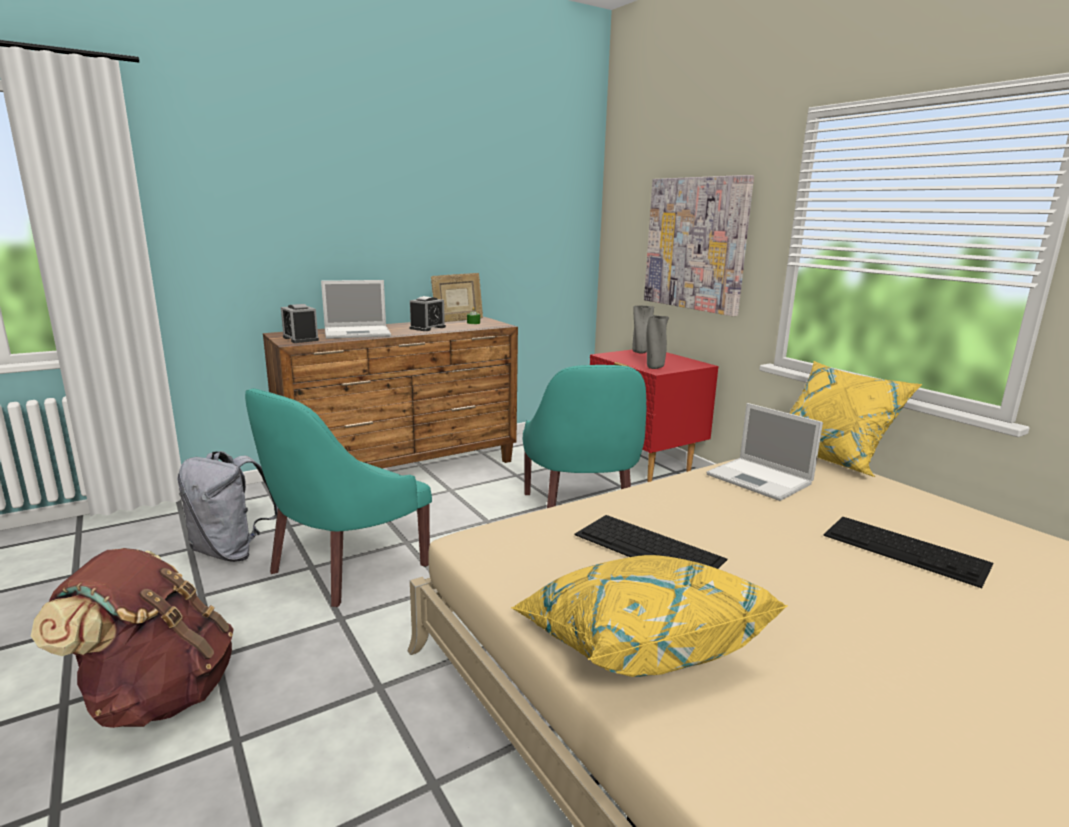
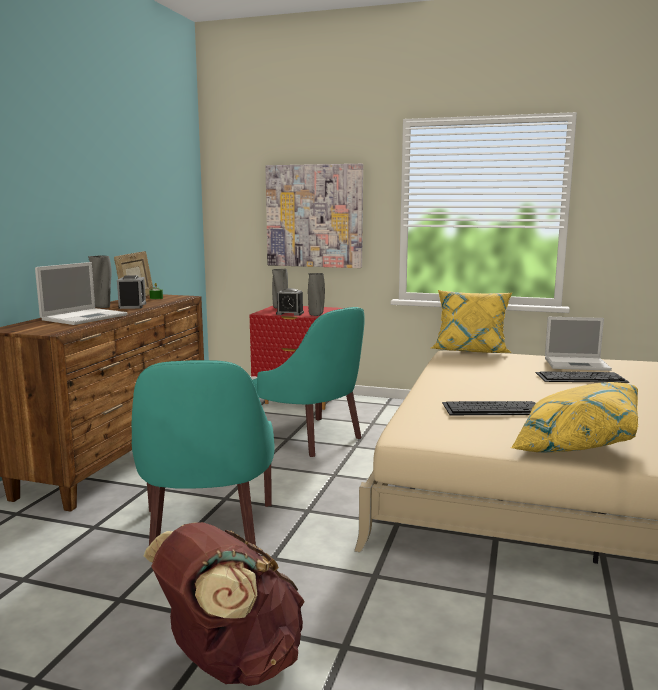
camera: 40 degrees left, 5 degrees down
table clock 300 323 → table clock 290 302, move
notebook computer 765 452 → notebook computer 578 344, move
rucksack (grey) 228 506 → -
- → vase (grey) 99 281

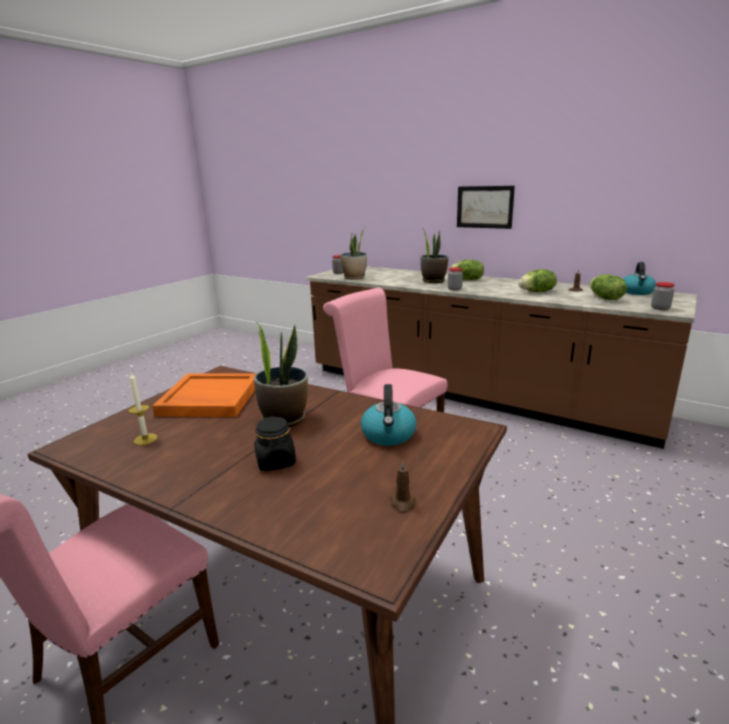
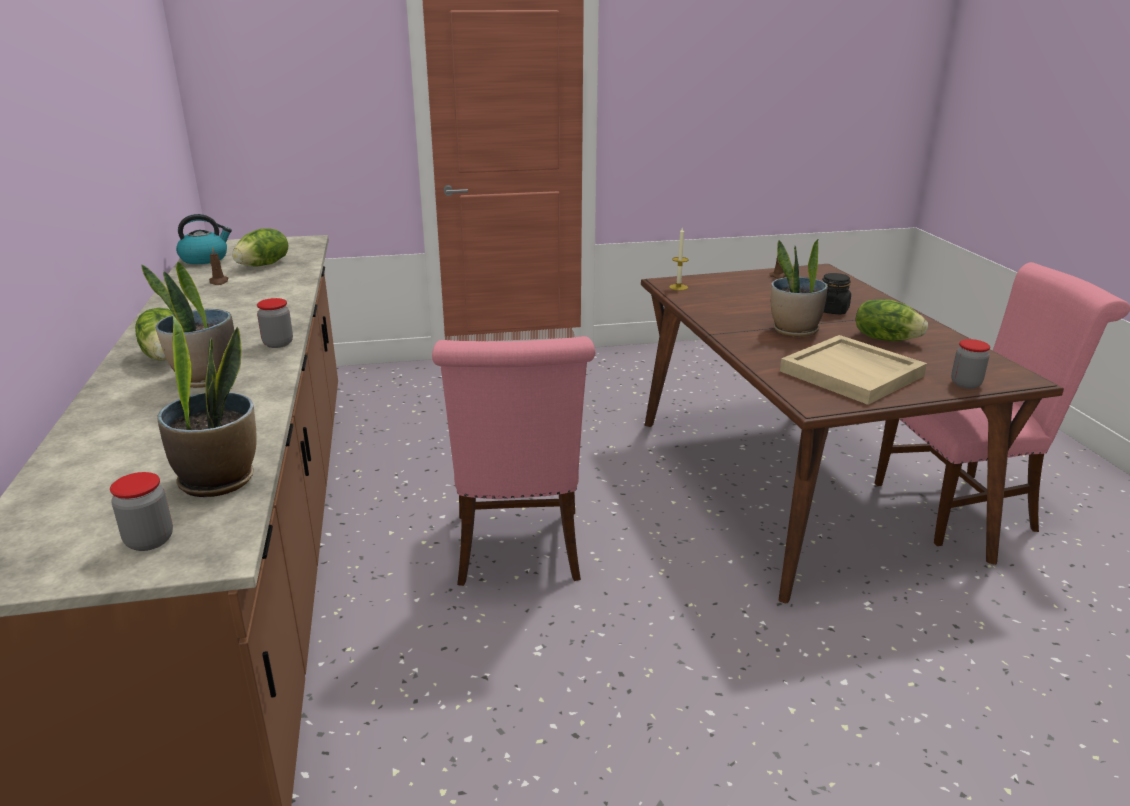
camera: 135 degrees left, 5 degrees up
wall picture 486 207 → -
head of lettuce 537 280 → head of lettuce 892 320, move
jar 663 296 → jar 970 364, move
wax candle 143 409 → wax candle 679 259, move
tray (orangey) 204 395 → tray (beige-coloured) 853 370
water kettle 389 415 → -

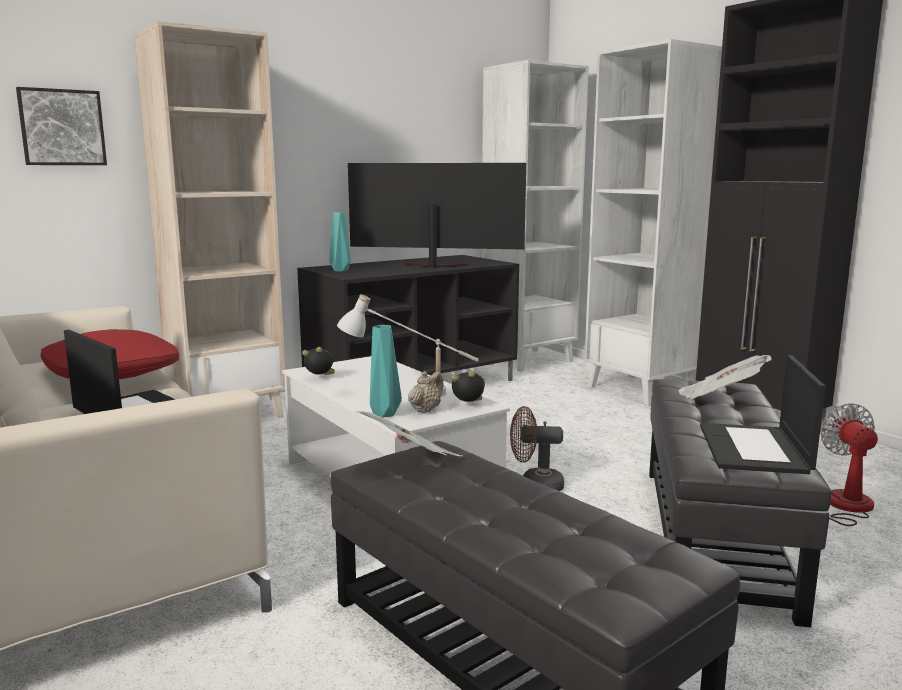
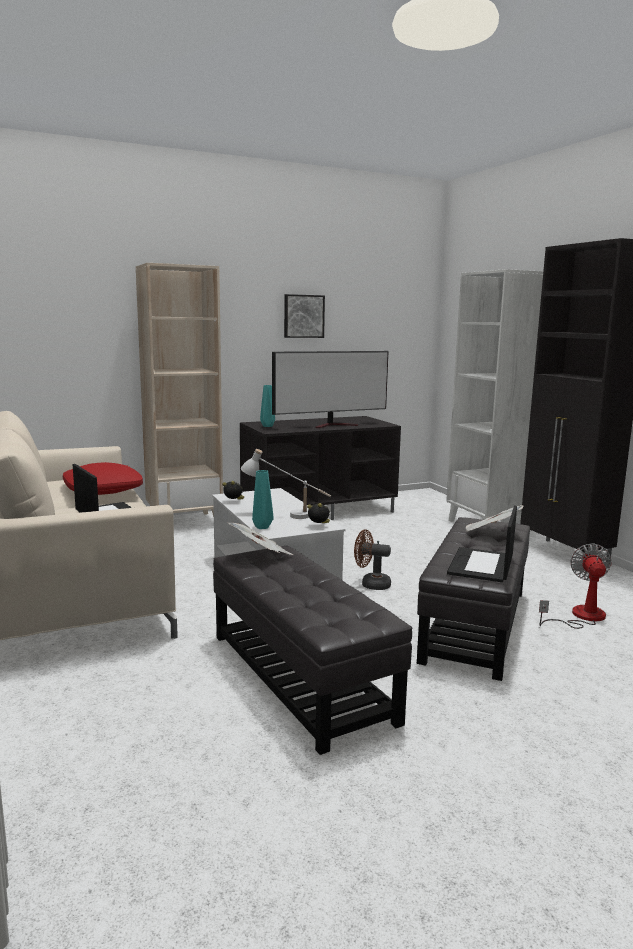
camera: 10 degrees right, 0 degrees up
bookshelf (white-coloured) 535 216 → -
wall picture 61 126 → wall picture 304 316, move
television 437 215 → television 330 389, 135 degrees clockwise
teapot (beige-coloured) 426 392 → -

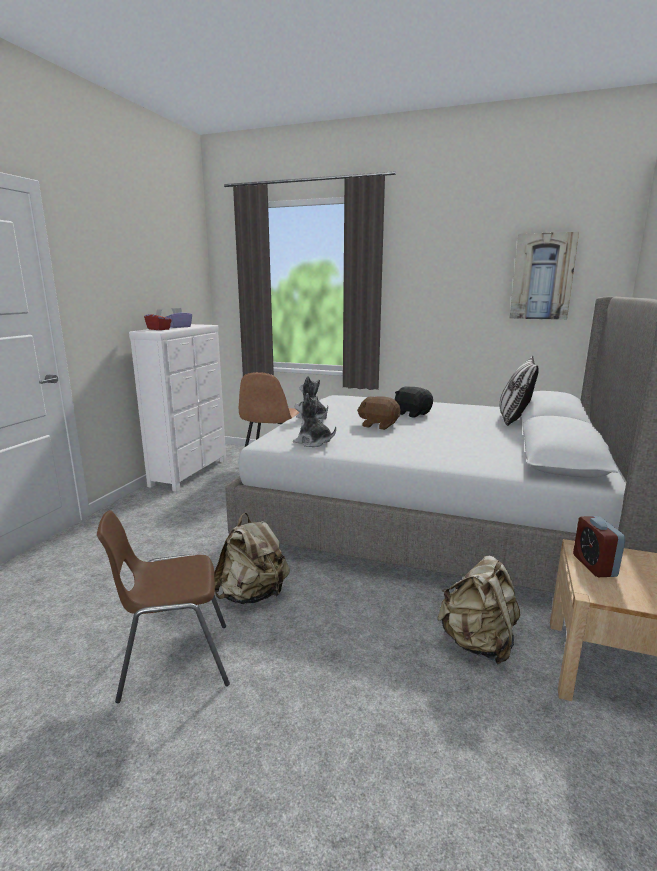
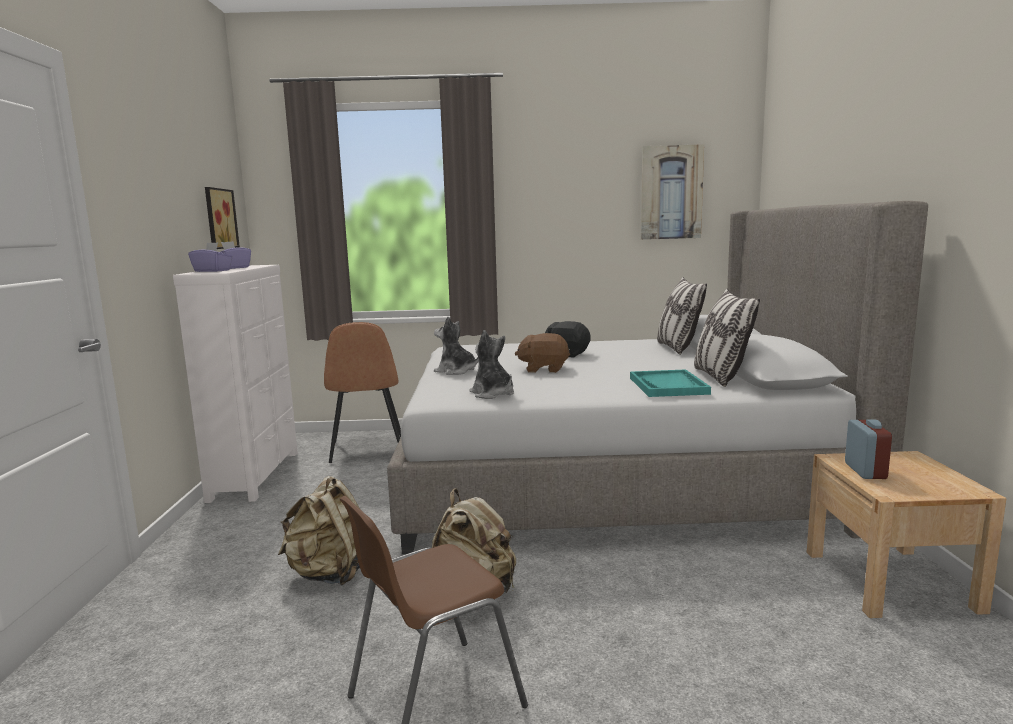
camera: 20 degrees left, 5 degrees down
box of tissues (reddish) 158 319 → box of tissues (purple) 210 257
cuddly toy 314 420 → cuddly toy 491 364, 45 degrees clockwise
table clock 599 546 → table clock 868 449, 150 degrees counterclockwise
rucksack (beige-coloured) 478 610 → rucksack (beige-coloured) 319 530, move
- → wall picture 222 218
- → cushion 727 338
- → tray (blue-green) 670 383

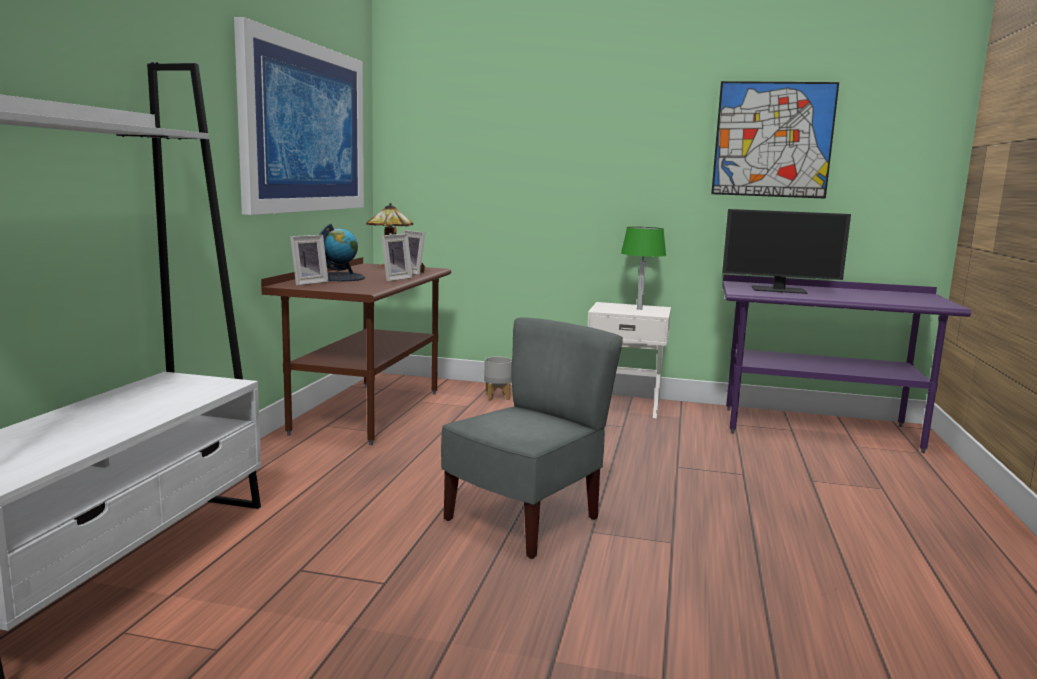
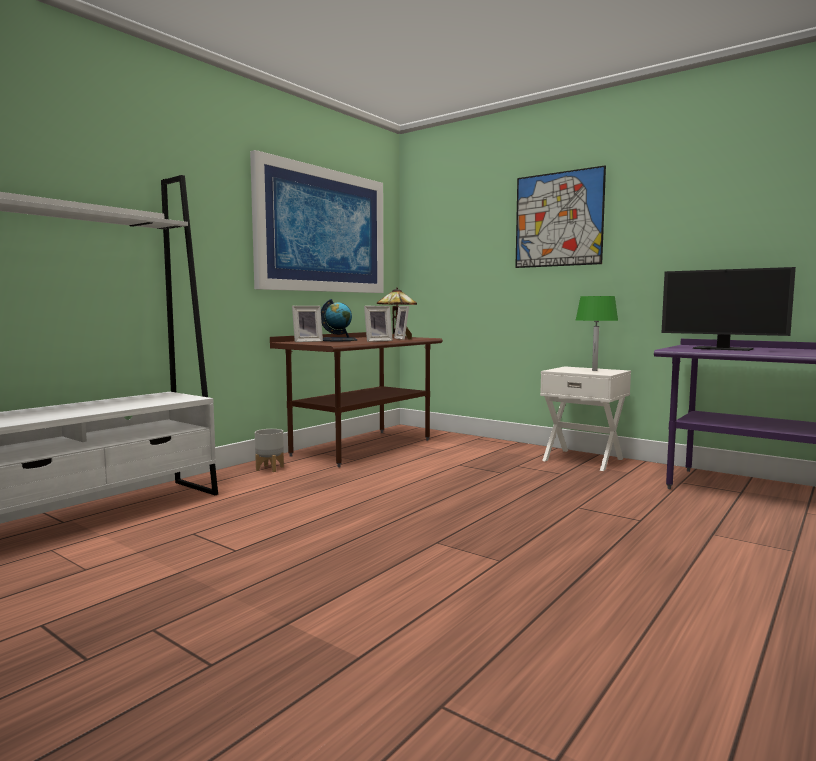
camera: 25 degrees right, 5 degrees down
wall picture 775 140 → wall picture 560 216, move
upright chair (grey) 532 438 → -
plant pot (grey) 498 379 → plant pot (grey) 269 450, move

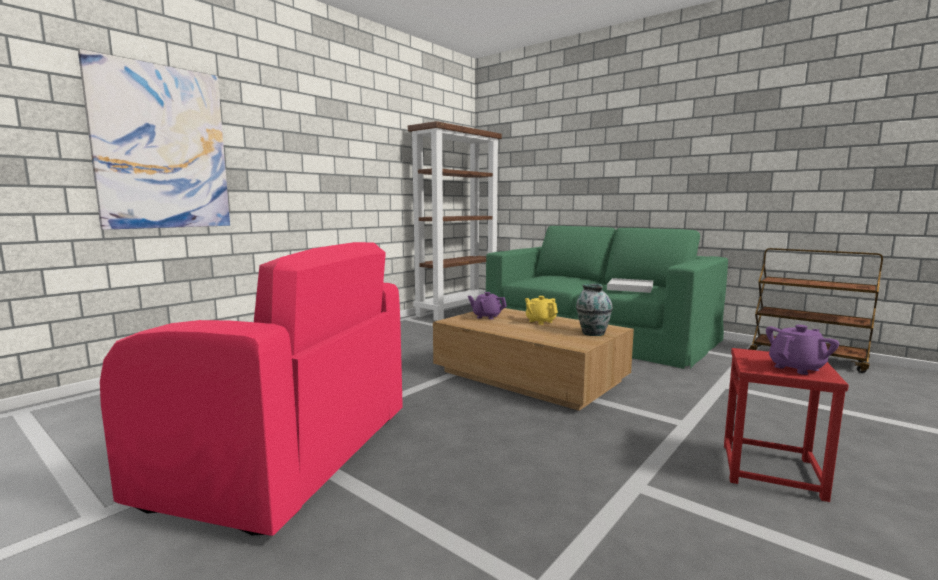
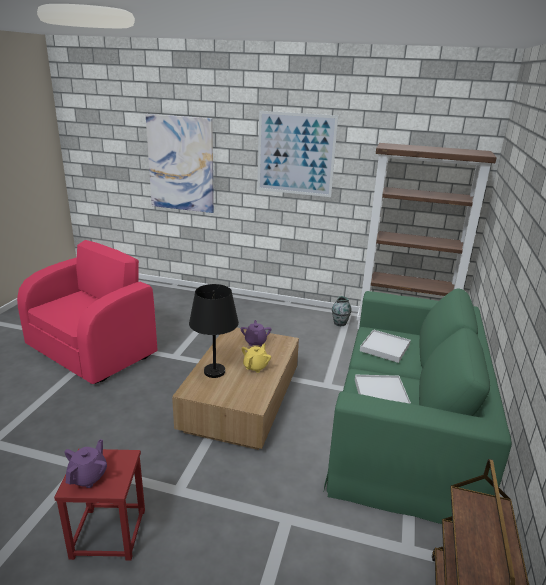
camera: 65 degrees right, 15 degrees up
lounge chair (pink) 251 389 → lounge chair (pink) 87 312, 135 degrees counterclockwise
vase 594 309 → vase 341 311, move
teapot (purple) 802 350 → teapot (purple) 86 463, 105 degrees counterclockwise
- → wall picture 297 154
- → lamp for a table (black) 214 331
- → tray (white-coloured) 385 346

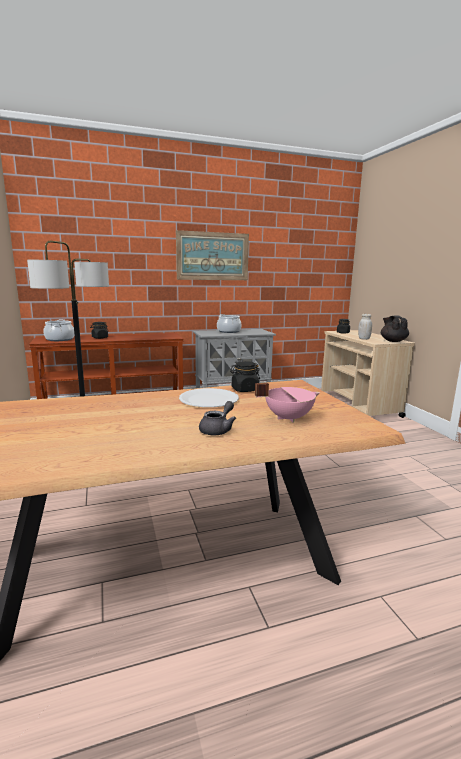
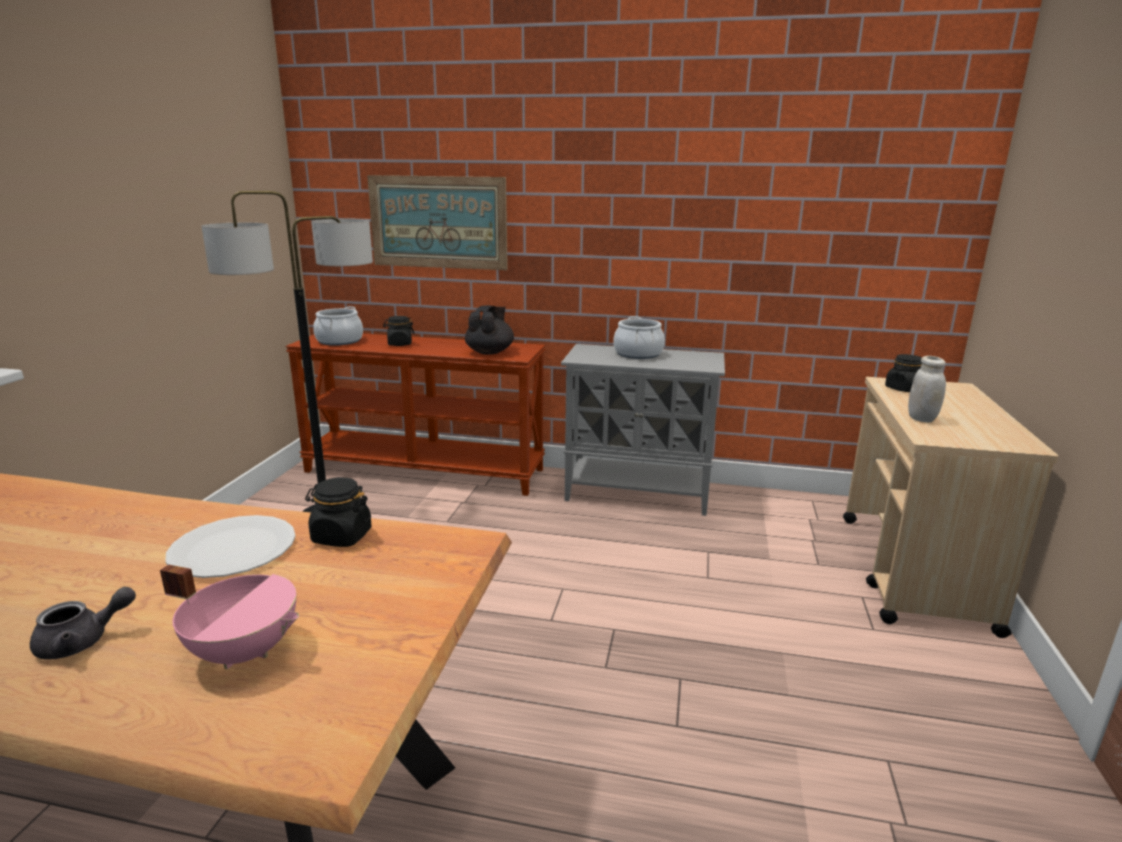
camera: 30 degrees right, 5 degrees up
wall picture 212 255 → wall picture 437 222, move
teapot (black) 395 328 → teapot (black) 489 330, move

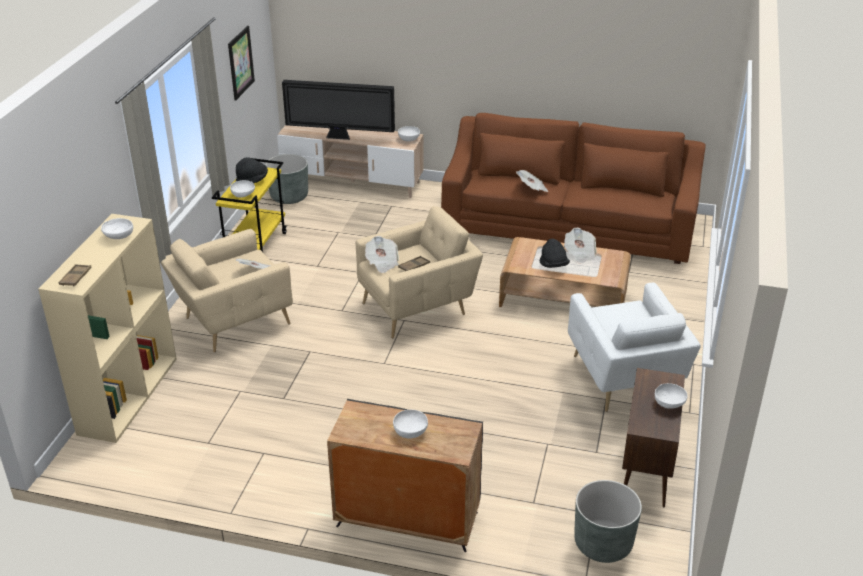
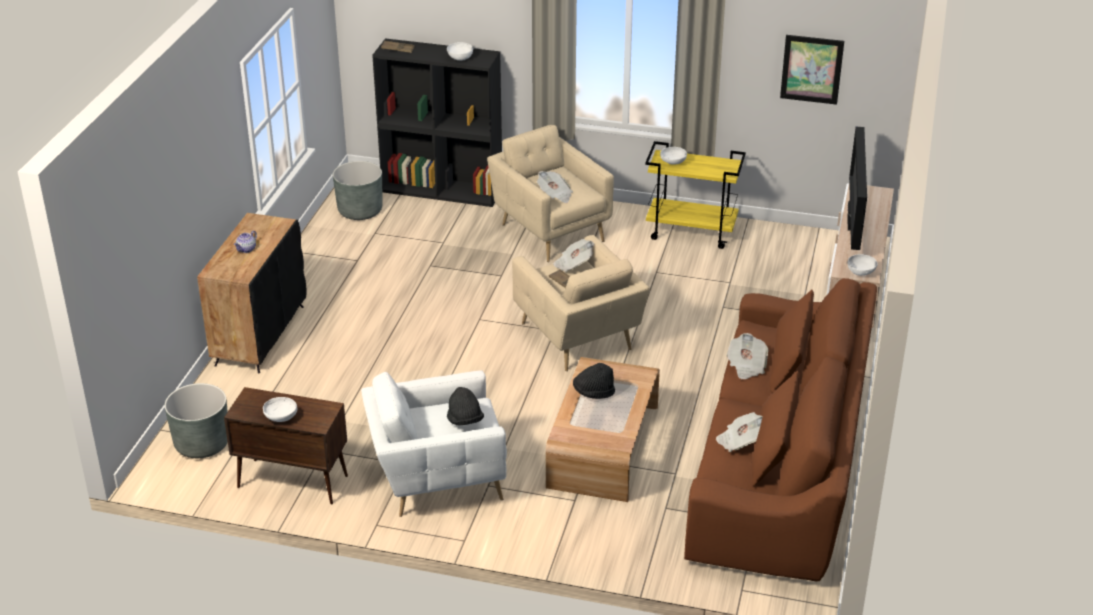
camera: 90 degrees right, 0 degrees up
plant pot (grey) 286 179 → plant pot (grey) 357 190, move
hat (black) 252 170 → hat (black) 465 406, move
bookshelf (beige-coloured) 107 328 → bookshelf (black) 437 122
newspaper 580 246 → newspaper 739 432, move
deep dish (white-coloured) 410 424 → teapot 245 242

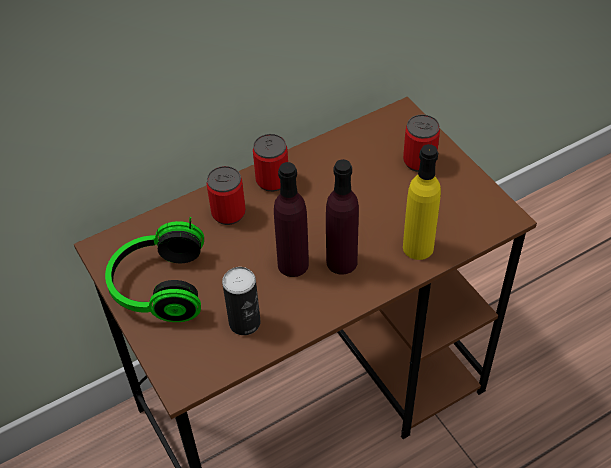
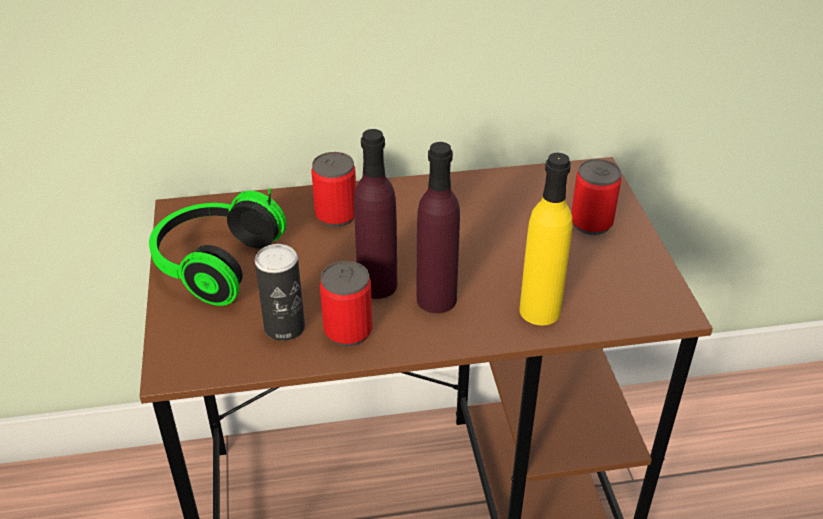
camera: 20 degrees right, 10 degrees down
can 270 163 → can 346 303, move

